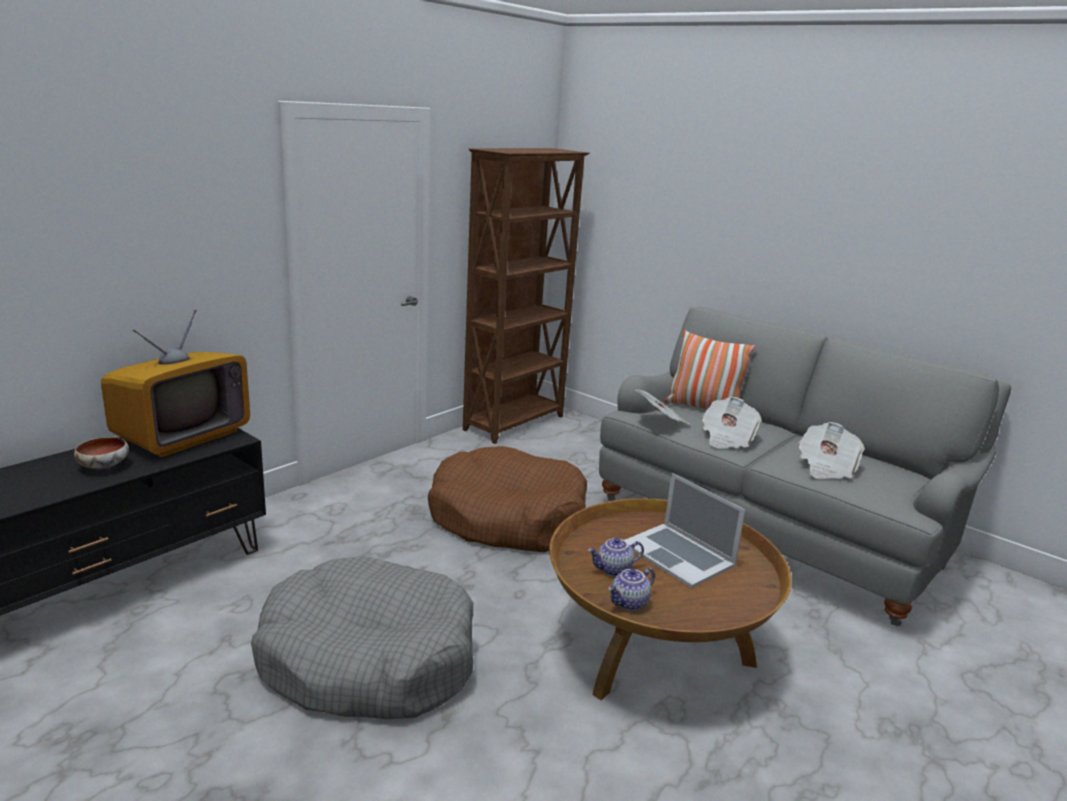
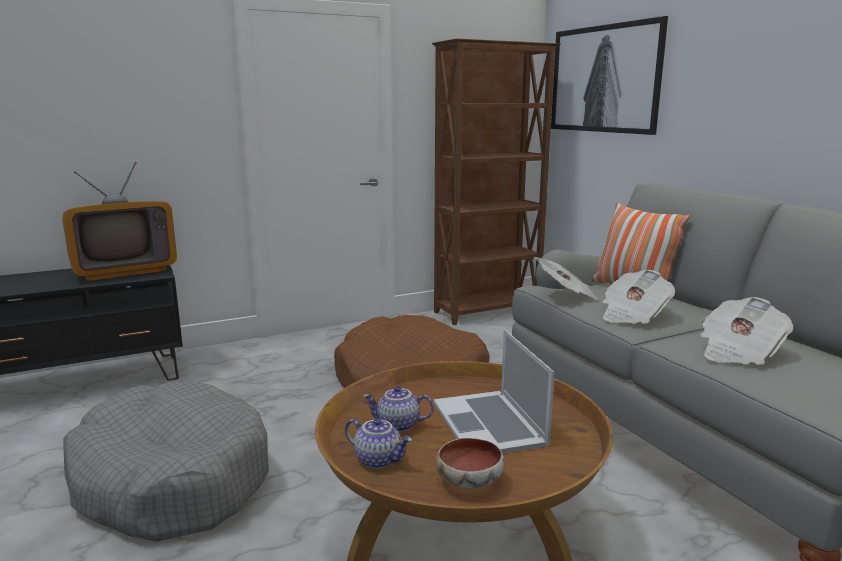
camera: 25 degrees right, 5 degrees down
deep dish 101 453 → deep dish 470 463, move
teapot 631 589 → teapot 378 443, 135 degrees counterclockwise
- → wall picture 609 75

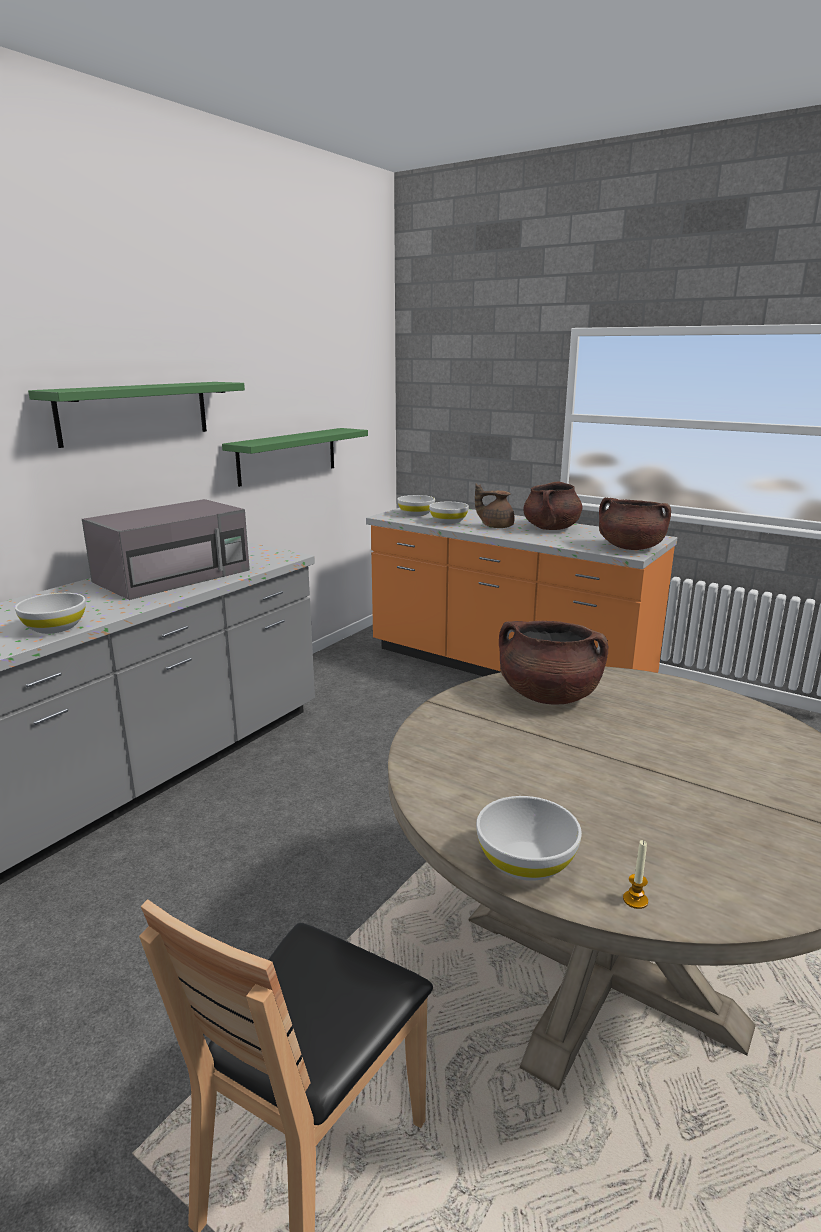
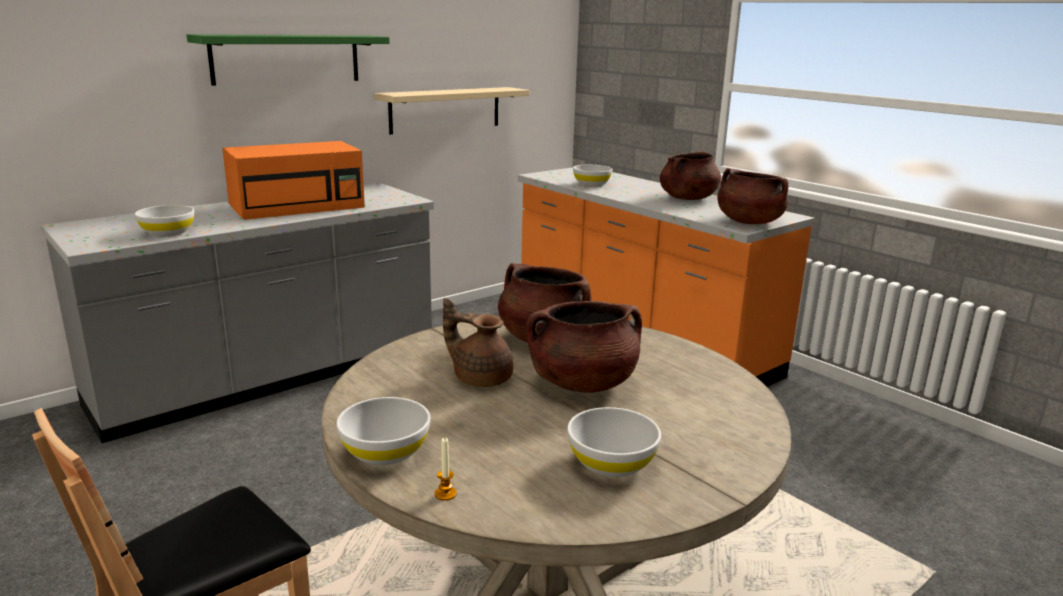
camera: 15 degrees right, 0 degrees up
shelf (green) 295 457 → shelf (beige-coloured) 451 110
teapot (brown-coloured) 495 506 → teapot (brown-coloured) 478 342, move
deep dish (white-coloured) 416 505 → deep dish (white-coloured) 614 442, move
microwave oven (grey) 166 549 → microwave oven (orangey) 293 180
- → saucepot (brown-coloured) 584 347

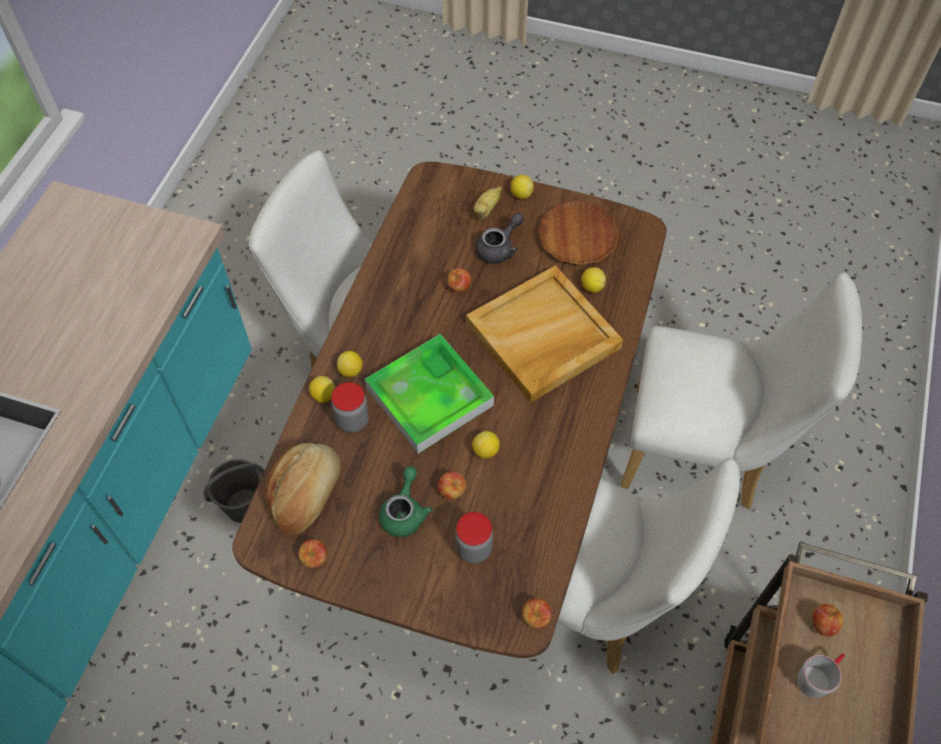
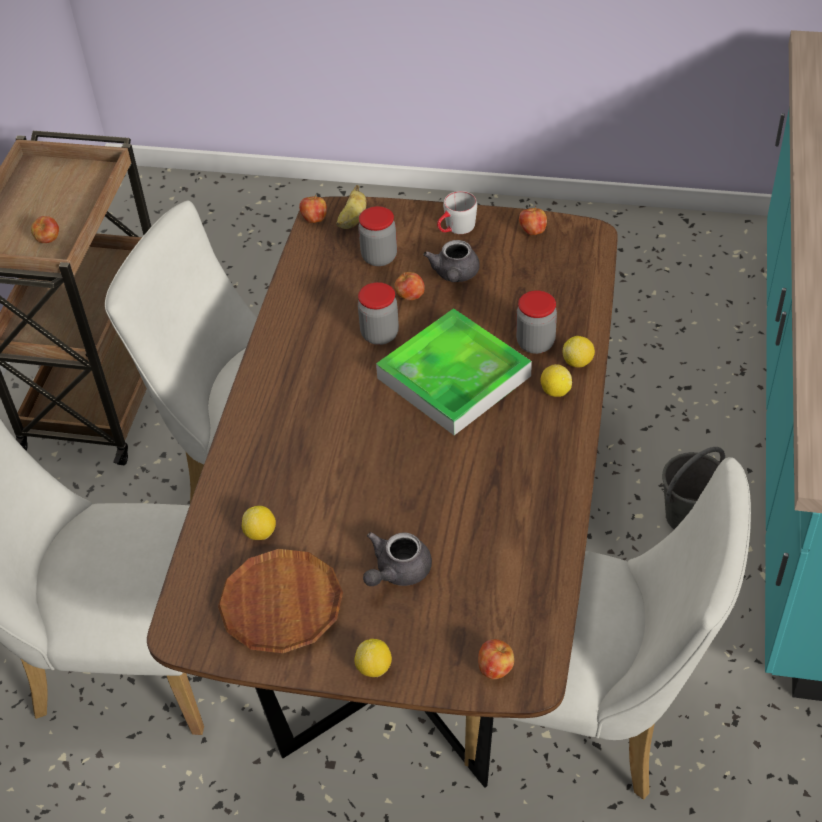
camera: 175 degrees right, 10 degrees down
banana fruit 488 202 → banana fruit 351 207, move
tray (beige-coloured) 544 333 → -
apple 459 280 → apple 496 659, move
lemon 486 445 → jar 378 313
bread 303 489 → -
teapot (green) 406 501 → teapot (grey) 451 261
coffee mug (grey) 821 676 → coffee mug (grey) 457 212, move

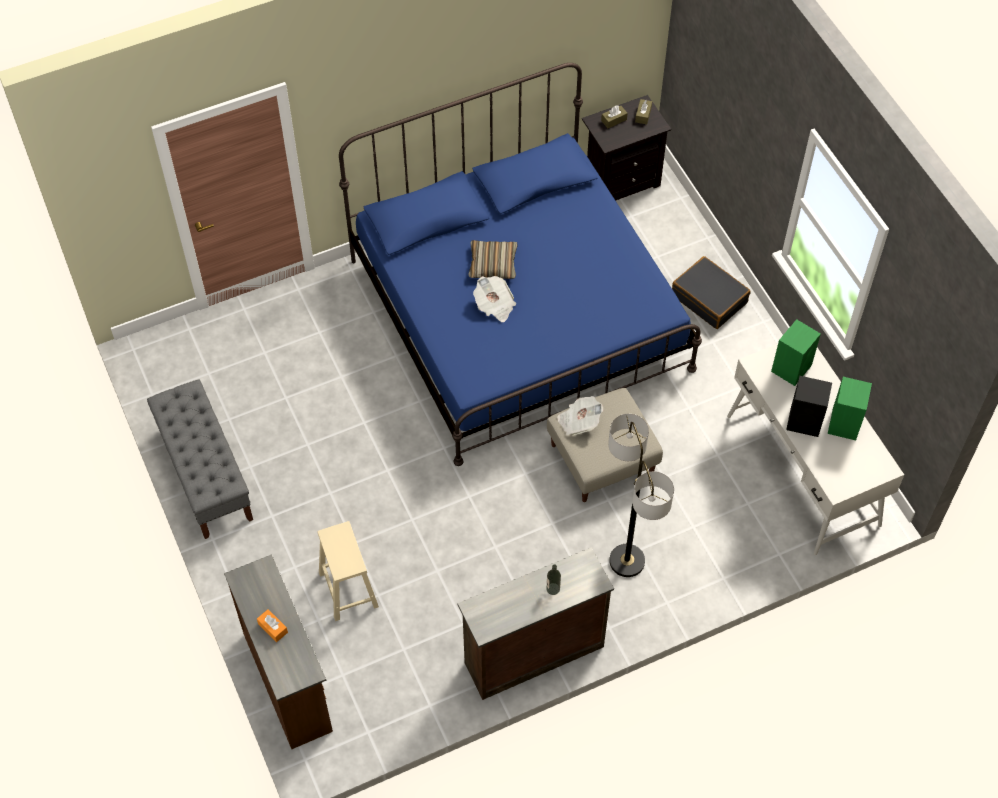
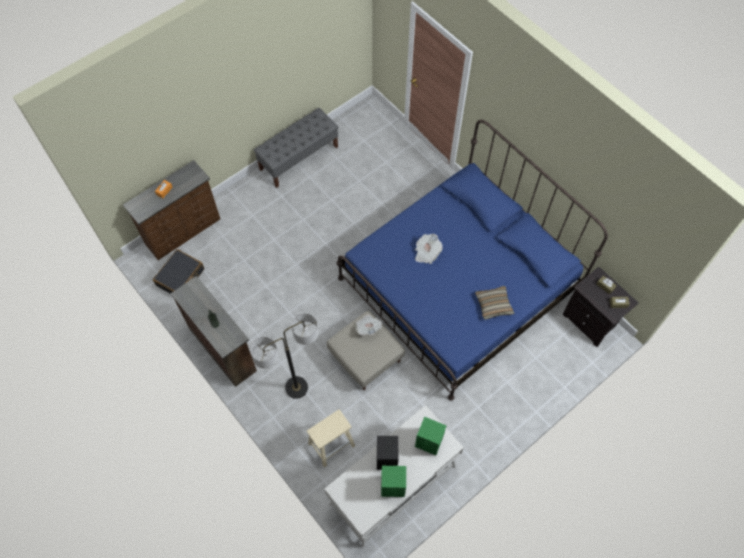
camera: 75 degrees right, 5 degrees up
cushion 493 259 → cushion 495 303, move
suitcase (black) 711 292 → suitcase (black) 178 271, move
stool seat (beige-coloured) 348 571 → stool seat (beige-coloured) 331 438, move

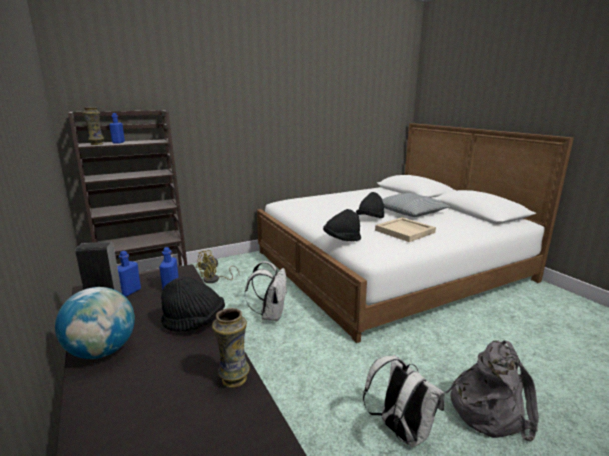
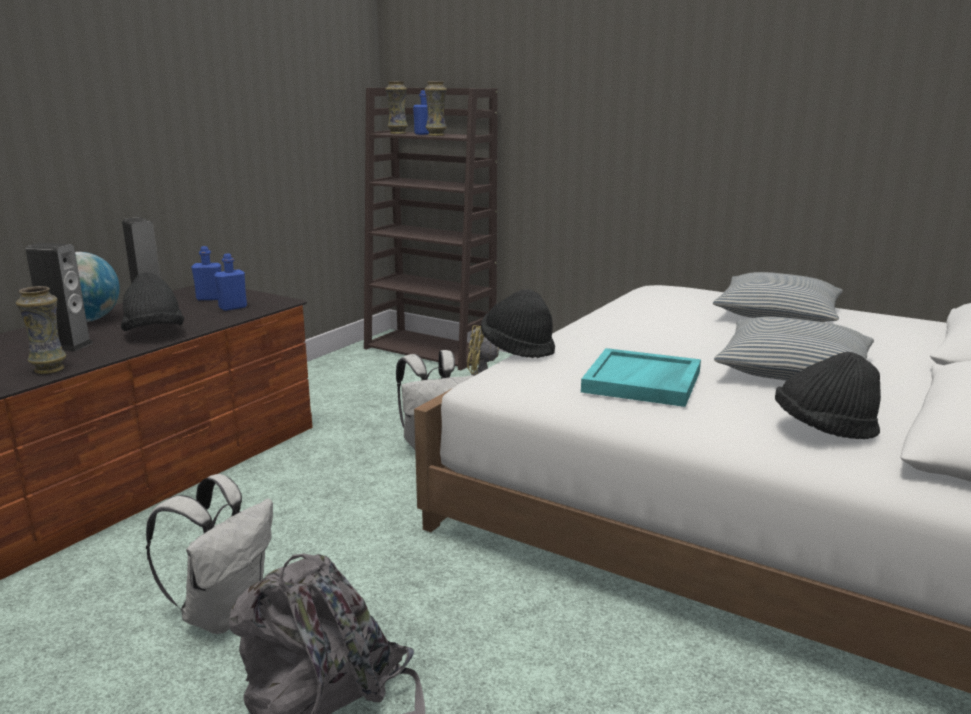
camera: 60 degrees right, 0 degrees up
hat (black) 370 205 → hat (black) 828 395, move
tray (beige-coloured) 405 229 → tray (blue-green) 641 377
- → vase 436 108
- → audio speaker 59 297
- → cushion 778 297

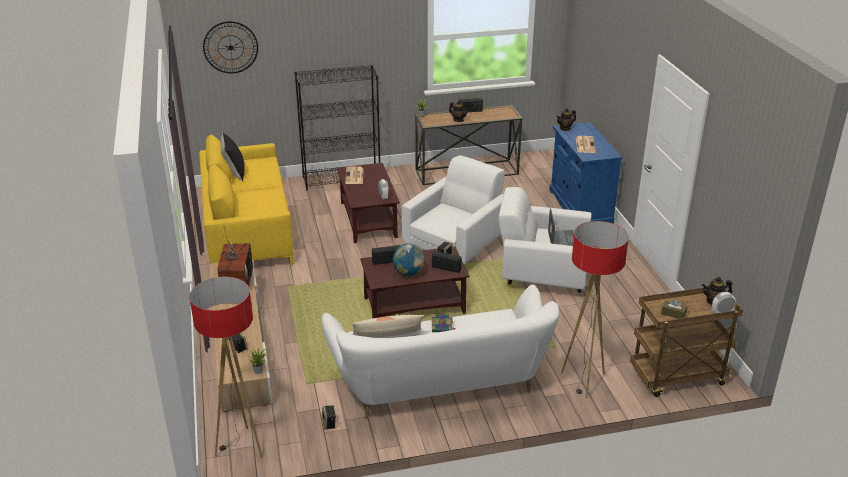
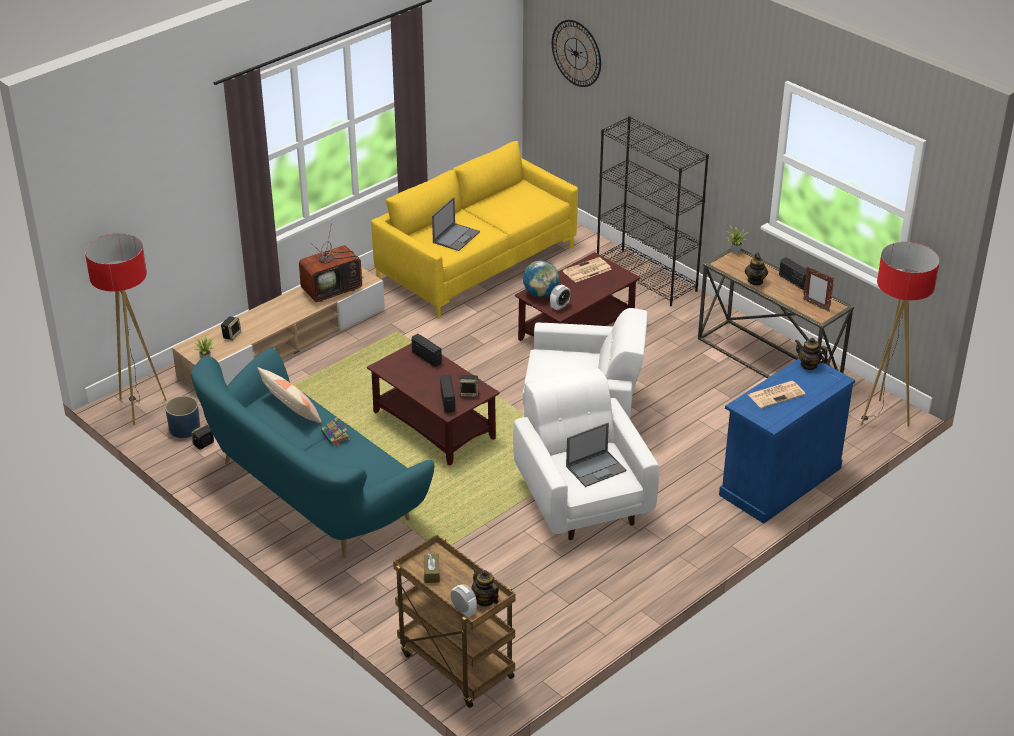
camera: 60 degrees right, 5 degrees up
cushion (black) 233 156 → -
floor lamp 595 309 → floor lamp 900 334, move
desk globe 409 259 → desk globe 541 278, move
sofa (white-coloured) 441 351 → sofa (blue-green) 312 453
- → notebook computer 456 224
- → picture frame 818 289
- → plant pot (blue) 182 417

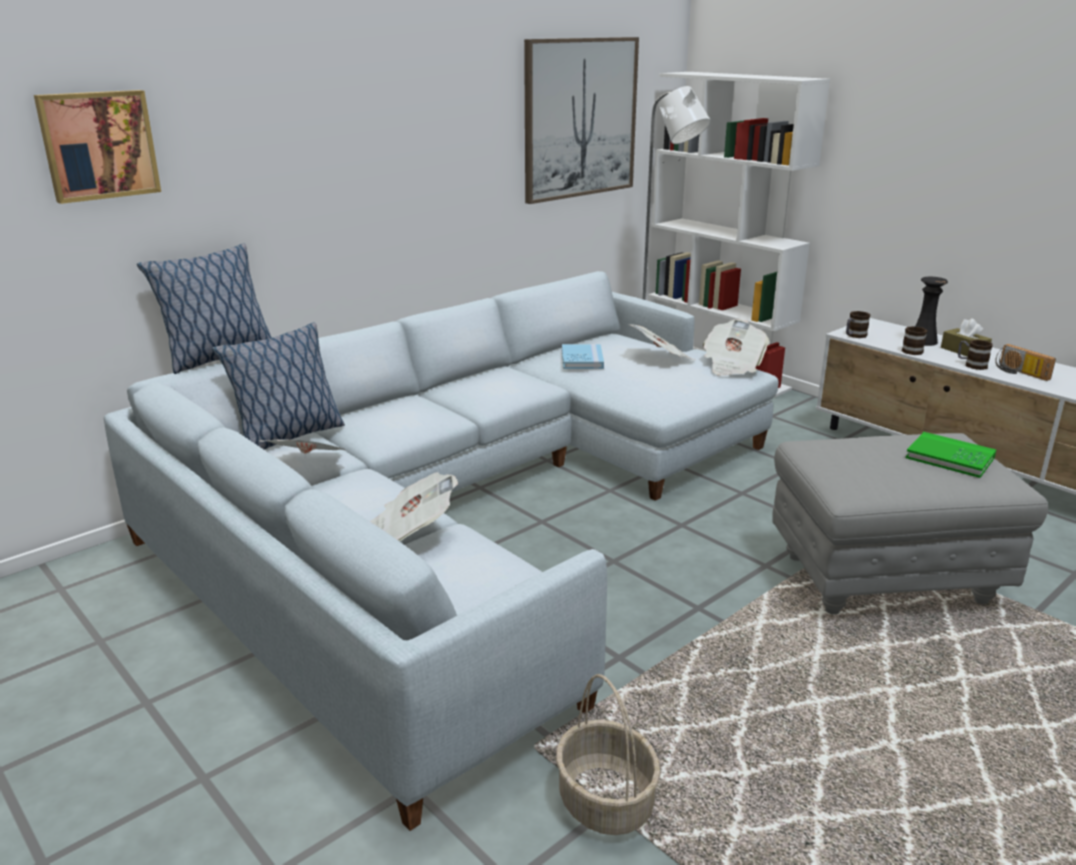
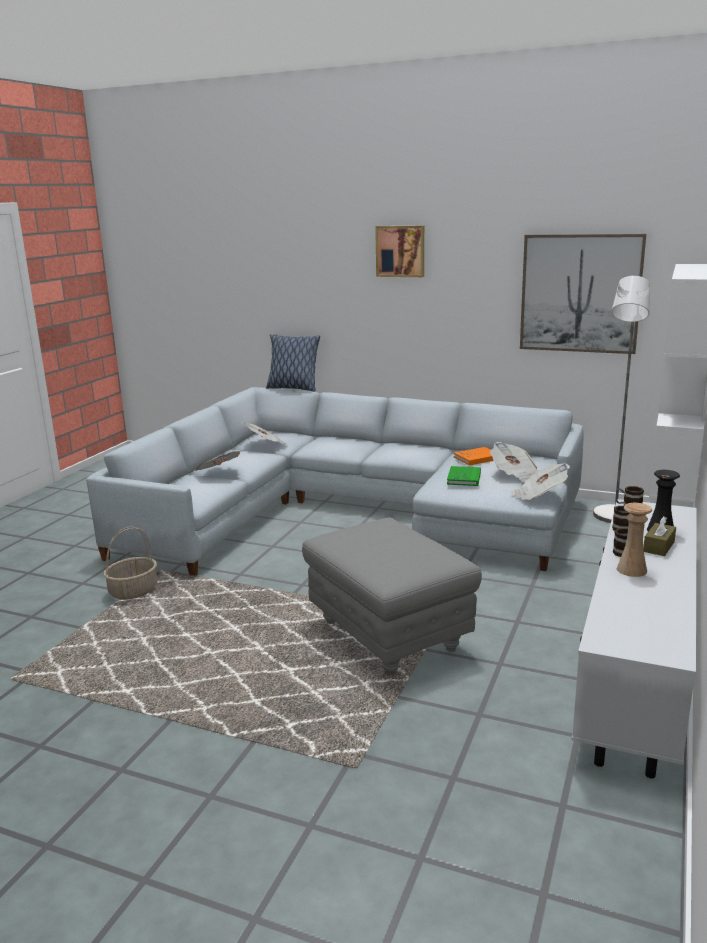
camera: 65 degrees right, 5 degrees down
wall picture 97 147 → wall picture 399 251, move
cushion 278 385 → -
book (blue) 583 356 → book (orangey) 474 456
radio set 1025 362 → vase (beige-coloured) 634 540
book (green) 951 455 → book (green) 464 476, move

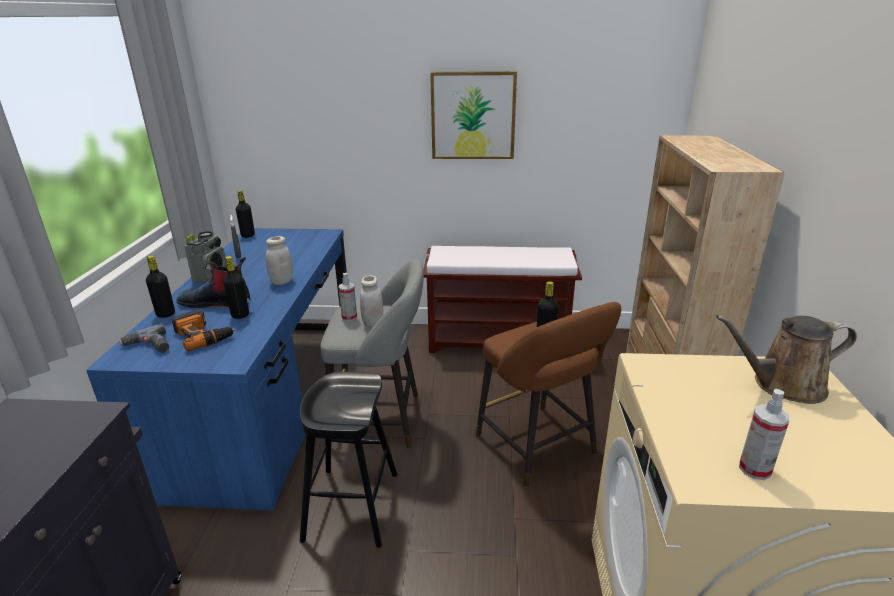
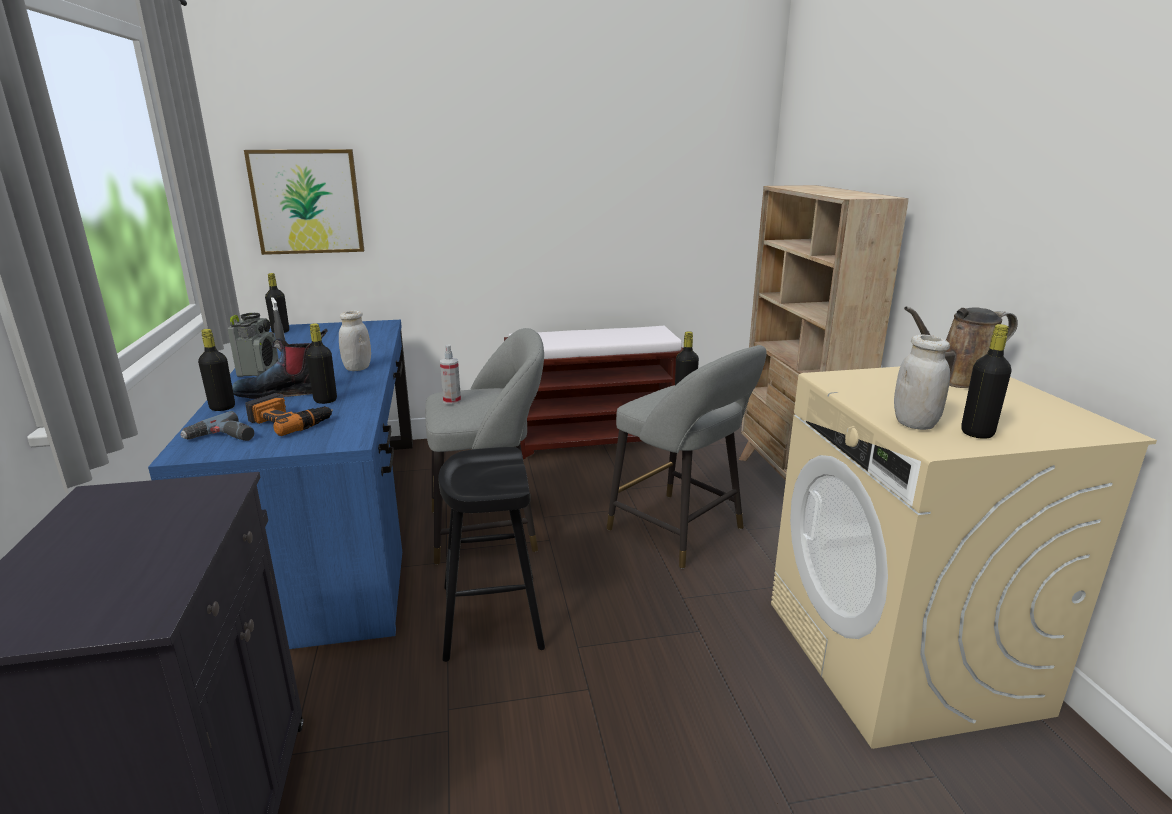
camera: 15 degrees left, 5 degrees down
wall picture 473 115 → wall picture 304 202, move
jar (white-coloured) 371 301 → jar (white-coloured) 922 382, move
stool seat (brown-coloured) 548 395 → stool seat (grey) 687 457
hand sprayer 764 434 → bottle (black) 986 381

